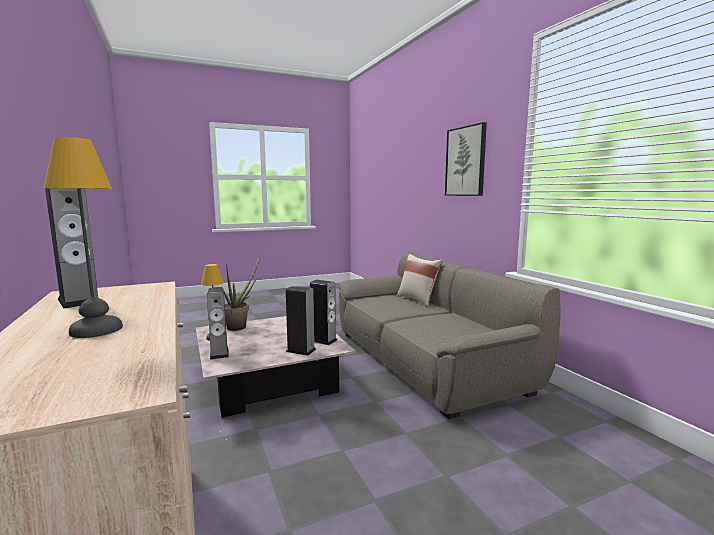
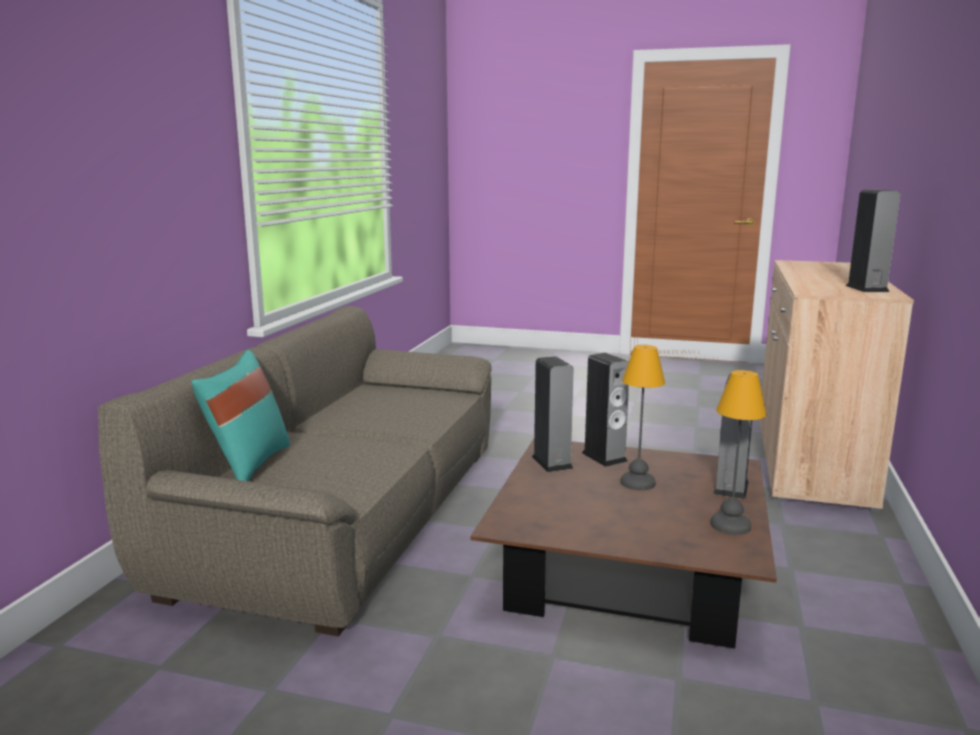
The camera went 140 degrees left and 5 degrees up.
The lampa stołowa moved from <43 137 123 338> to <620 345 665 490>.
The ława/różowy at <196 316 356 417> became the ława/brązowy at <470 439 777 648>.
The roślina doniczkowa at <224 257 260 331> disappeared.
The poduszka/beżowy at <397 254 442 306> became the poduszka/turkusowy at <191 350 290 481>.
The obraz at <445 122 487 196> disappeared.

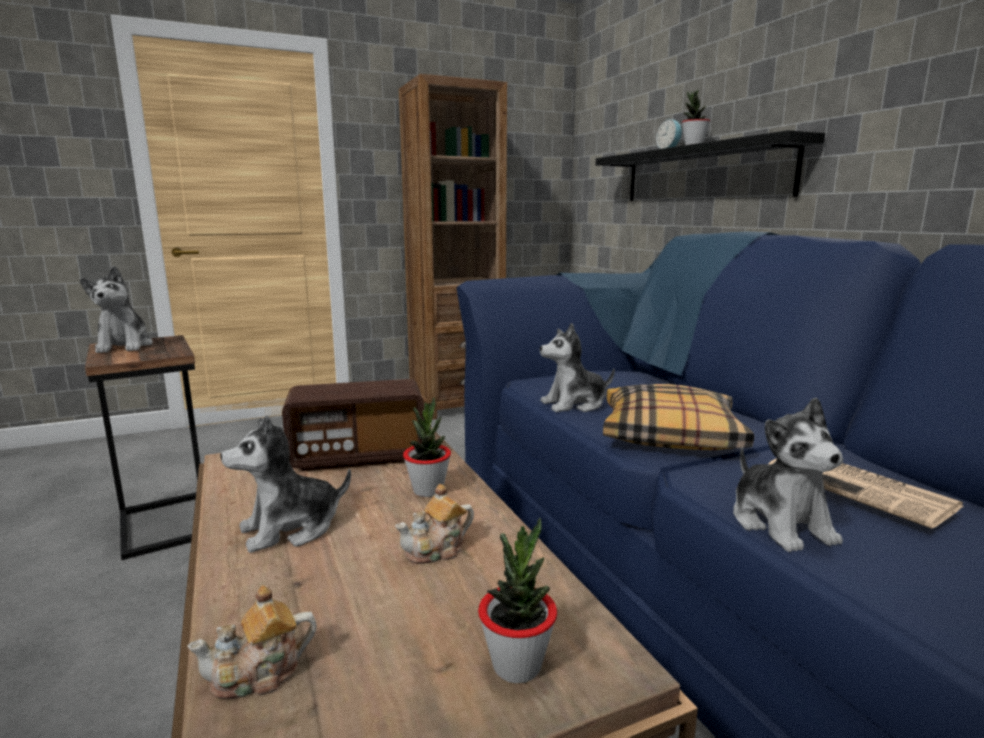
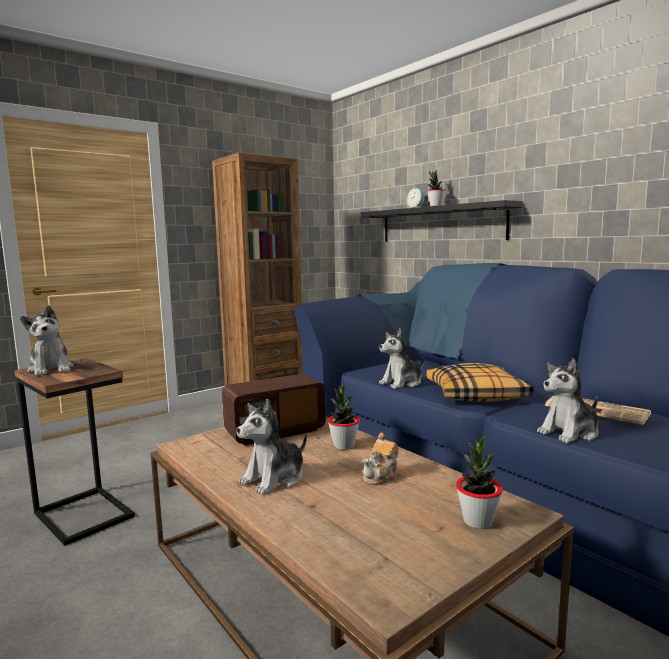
The camera went 15 degrees left and 5 degrees down.
The imbryk at <187 585 317 699> disappeared.
The pluszak at <733 397 843 552> turned 90 degrees clockwise.

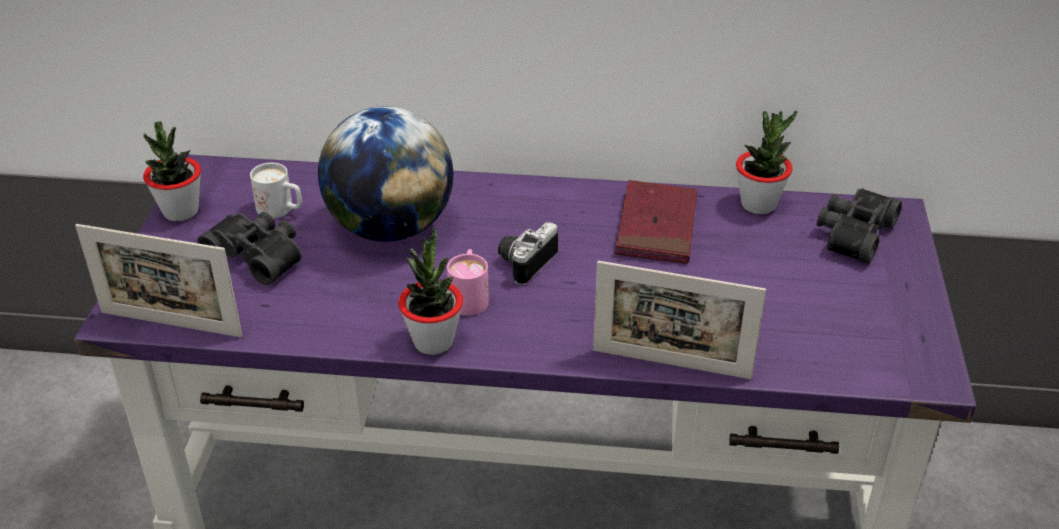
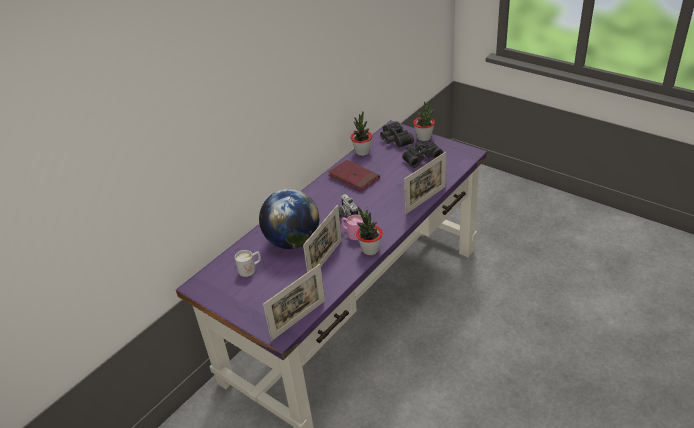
The camera went 55 degrees left and 0 degrees up.
The roślina doniczkowa moved from <143 121 201 221> to <413 101 435 141>.
The lornetka/czarny moved from <197 212 302 285> to <402 141 443 168>.
The ramka na zdjęcie at <303 205 342 272> appeared.

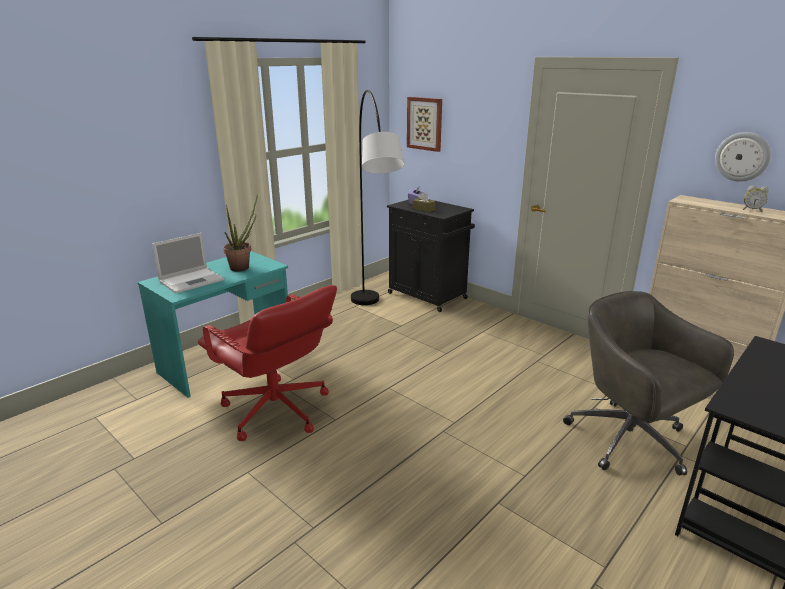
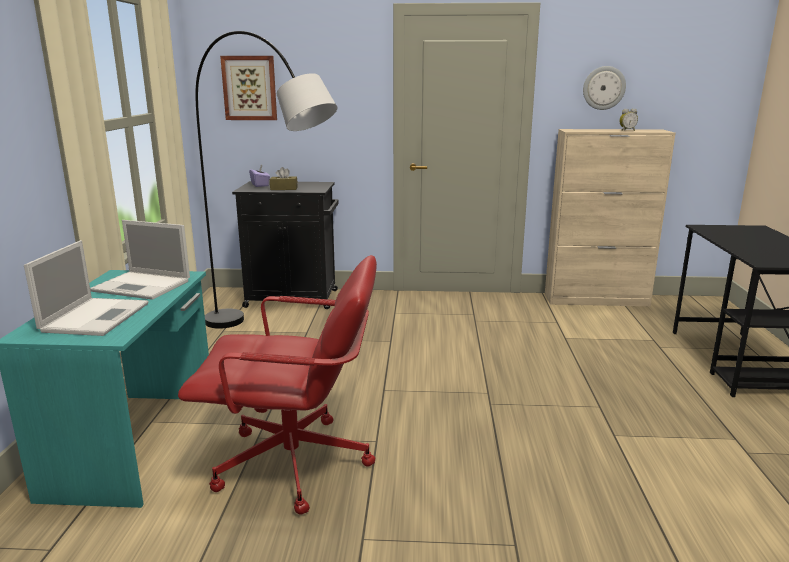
The camera went 40 degrees left and 5 degrees down.
The roślina doniczkowa at <223 194 258 272> was replaced by the laptop at <90 220 190 300>.
The krzesło biurowe/szary at <563 291 734 475> disappeared.

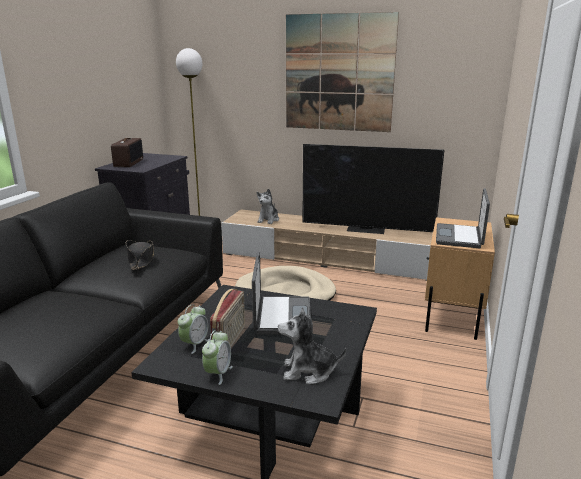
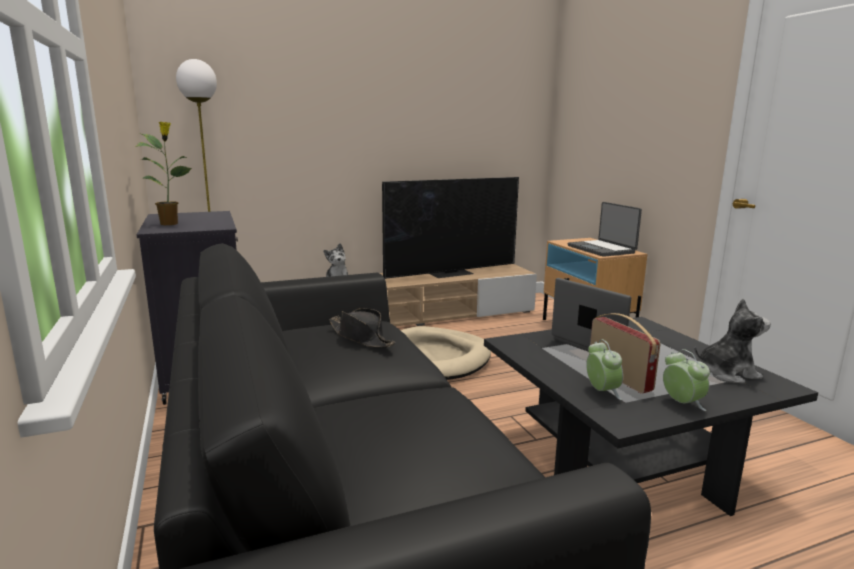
The camera went 40 degrees left and 5 degrees down.
The radio at <111 138 143 167> was replaced by the roślina doniczkowa at <136 122 192 225>.
The pluszak at <278 307 346 385> turned 150 degrees counterclockwise.
The obraz at <286 12 399 132> disappeared.

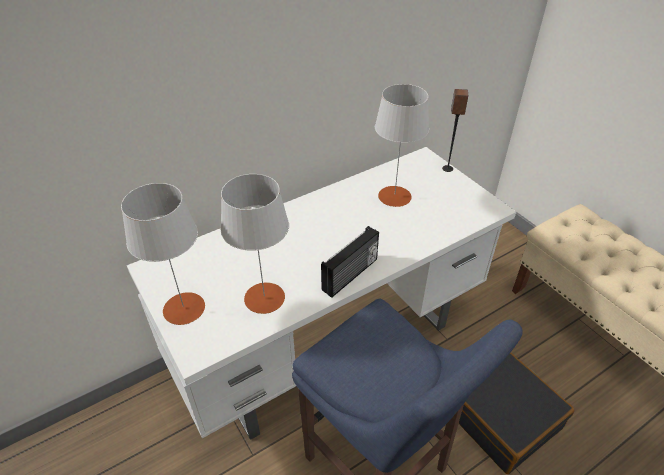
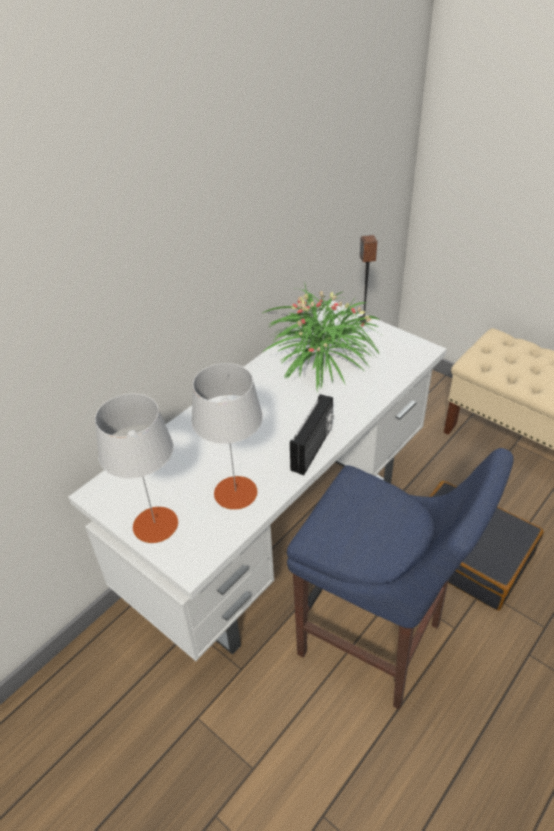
The camera went 15 degrees left and 0 degrees up.
The lampa stołowa/szary at <375 84 429 207> was replaced by the roślina doniczkowa at <263 282 384 390>.

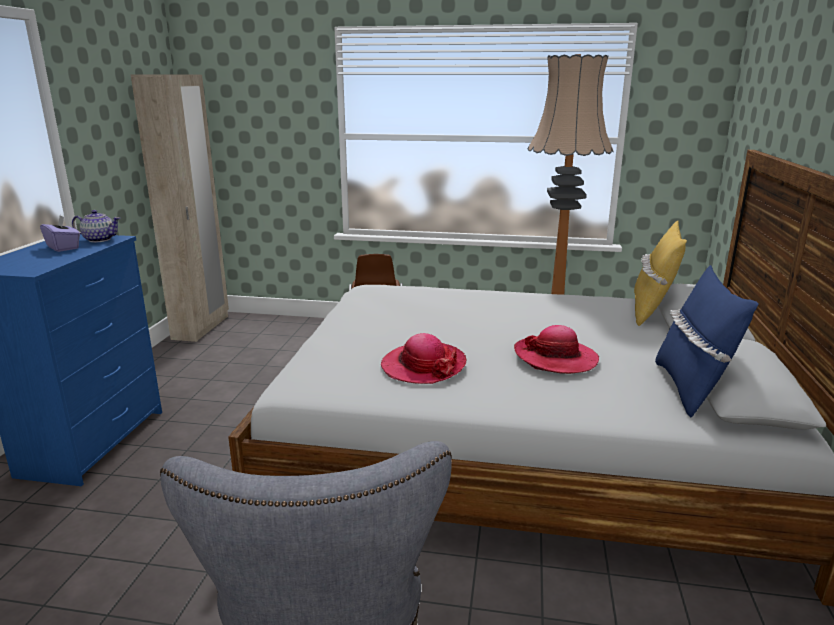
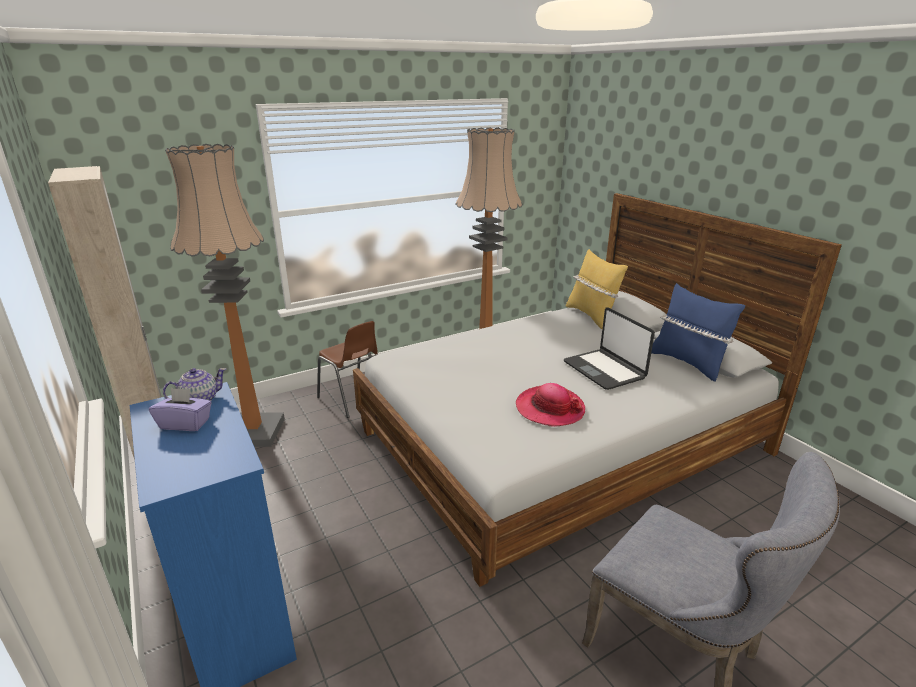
The camera went 40 degrees left and 5 degrees up.
The kapelusz at <514 325 599 374> was replaced by the laptop at <564 307 655 390>.
The lampa stojąca at <165 144 285 447> appeared.

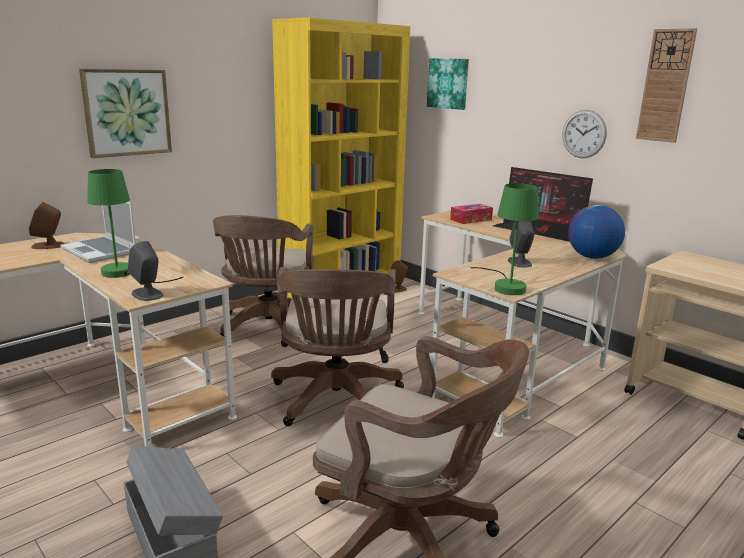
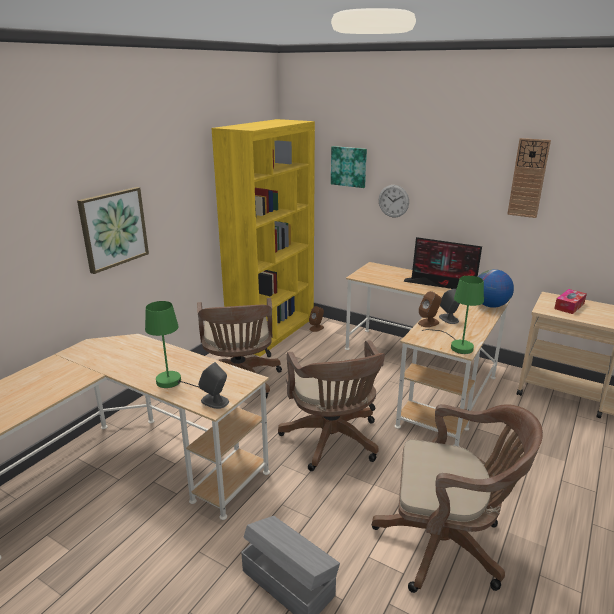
The camera went 15 degrees left and 5 degrees up.
The głośnik/brązowy moved from <29 202 64 249> to <418 291 442 327>.
The laptop at <61 202 136 263> disappeared.
The pudełko chusteczek moved from <450 204 493 224> to <554 289 587 314>.
The zegar ścienny moved from <562 110 607 158> to <379 185 409 217>.

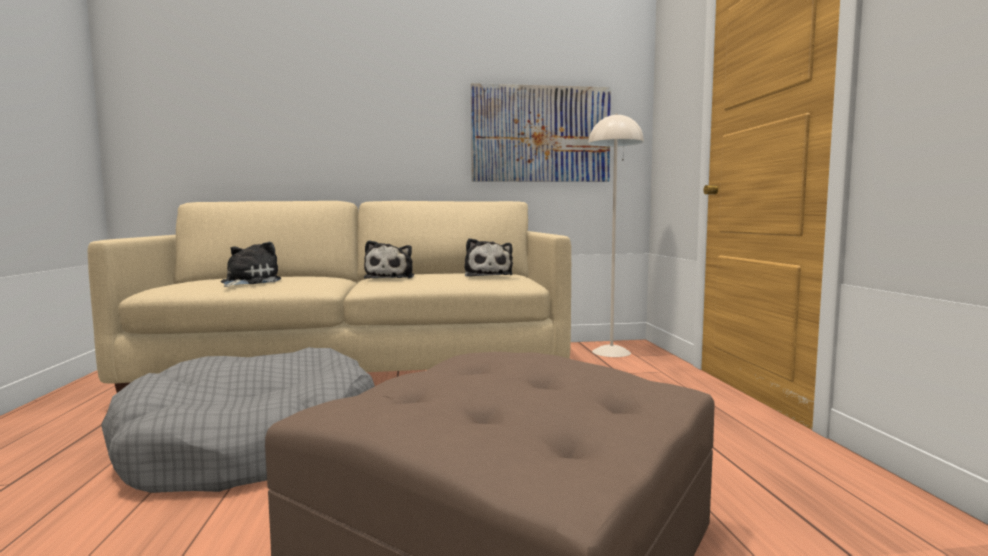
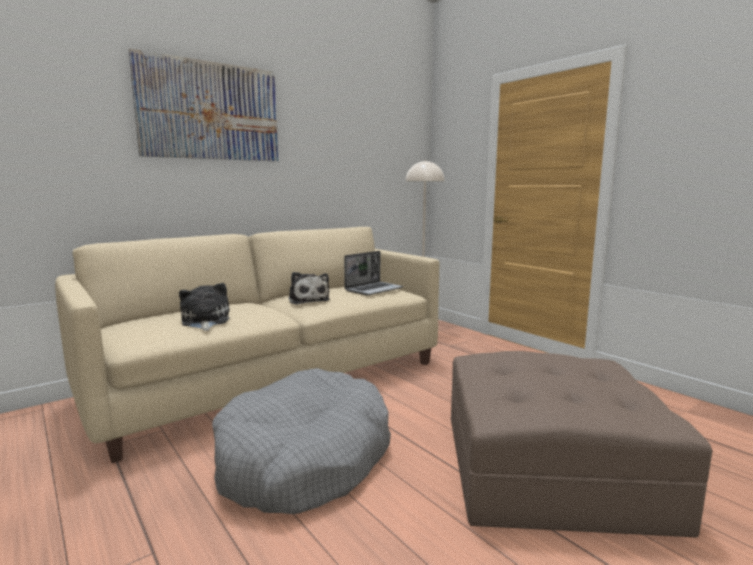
The camera went 30 degrees left and 5 degrees up.
The pluszak at <464 238 513 277> was replaced by the laptop at <344 251 404 295>.
The obraz moved from <471 83 611 182> to <129 48 278 161>.

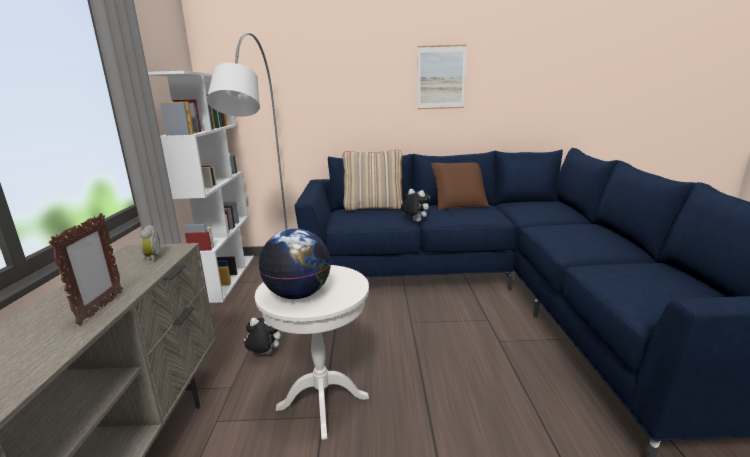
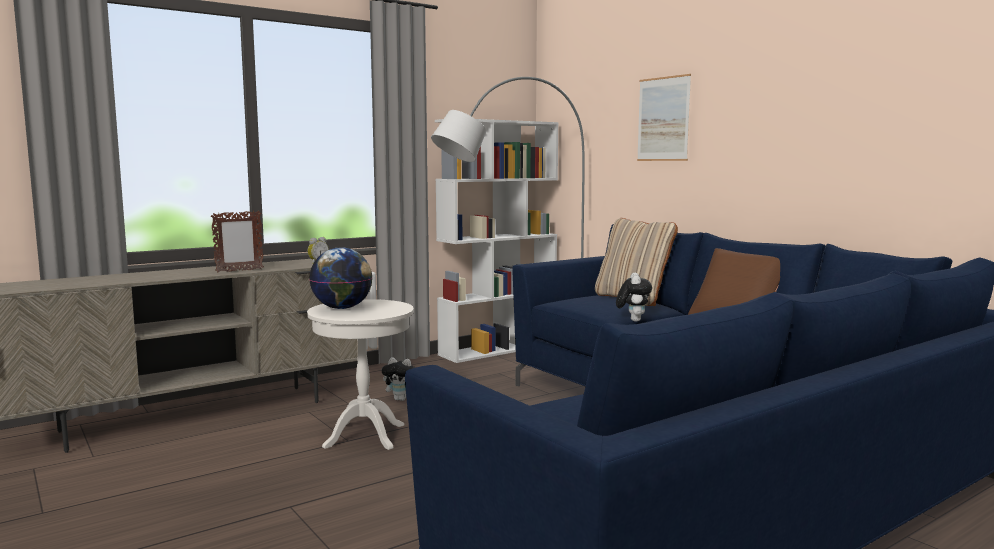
The camera went 55 degrees right and 10 degrees down.
The pluszak at <244 317 281 354> turned 135 degrees clockwise.
The obraz moved from <418 45 466 109> to <637 74 691 161>.

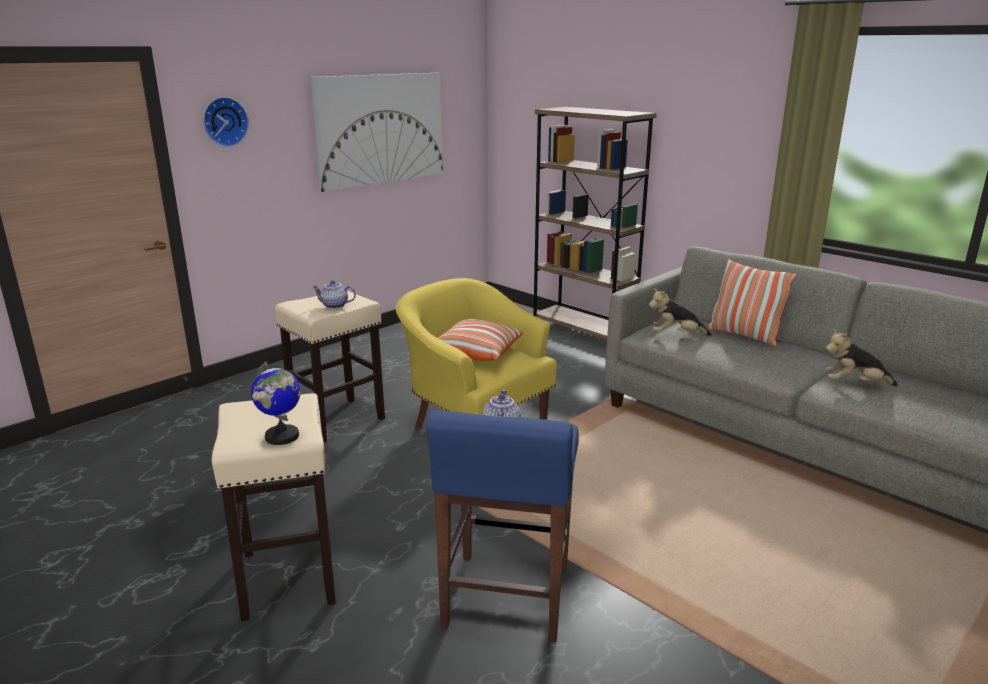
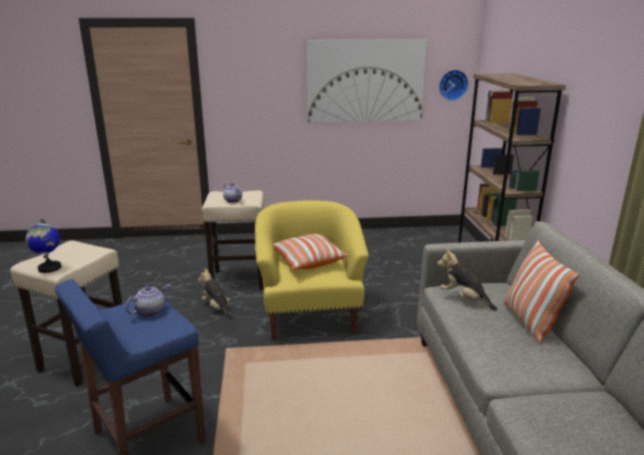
The camera went 40 degrees right and 0 degrees up.
The zegar ścienny moved from <203 97 249 147> to <439 70 469 101>.
The pluszak moved from <826 329 898 386> to <198 268 234 318>.

